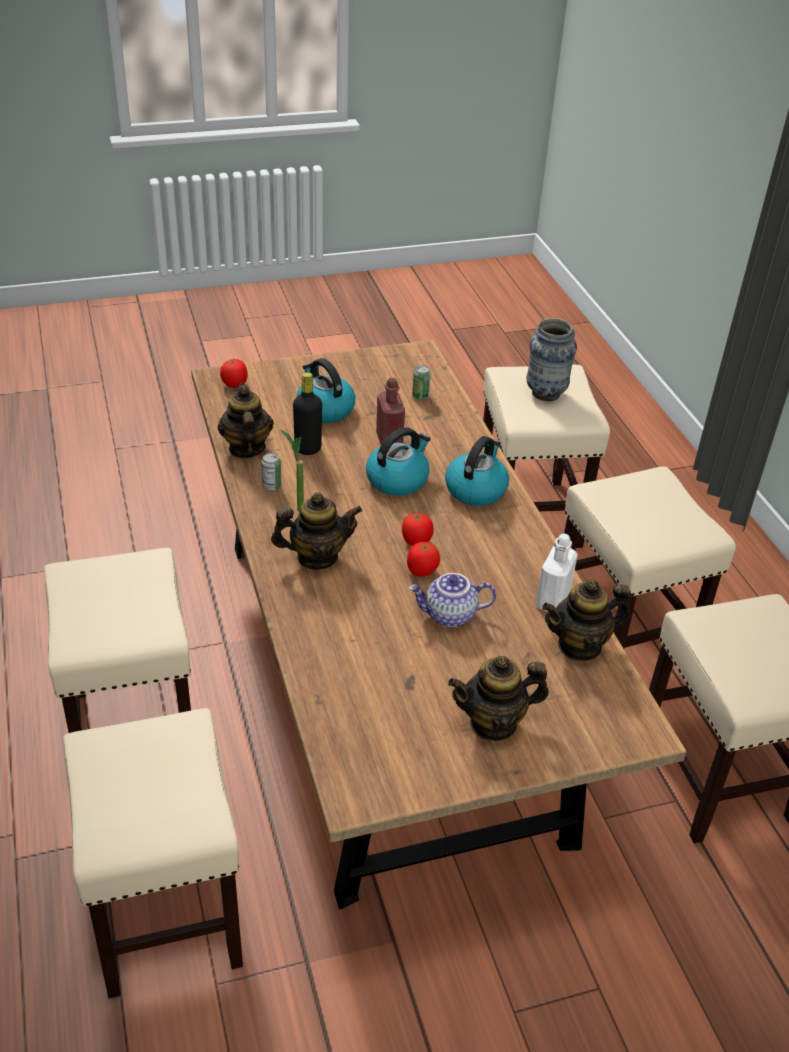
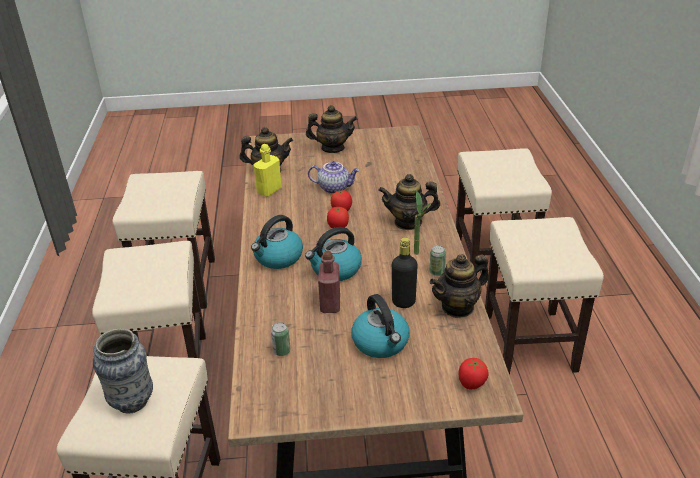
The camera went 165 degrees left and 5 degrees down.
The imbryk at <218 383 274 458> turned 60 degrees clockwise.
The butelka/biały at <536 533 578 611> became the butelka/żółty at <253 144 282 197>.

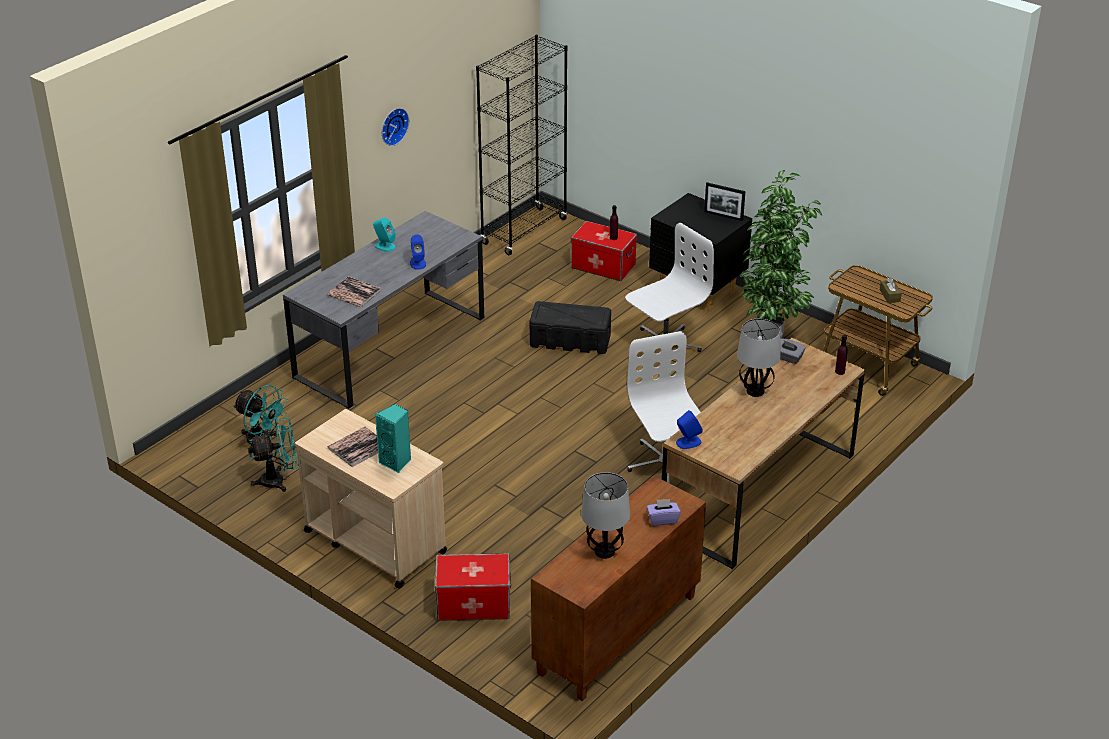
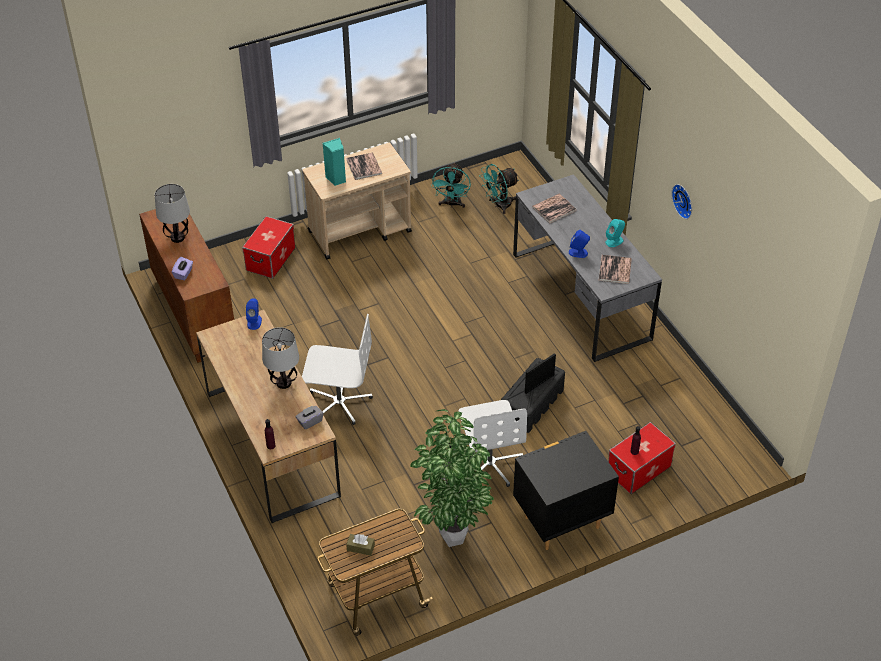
The camera went 115 degrees right and 10 degrees up.
The regał/czarny at <476 35 568 255> disappeared.
The ramka na zdjęcie moved from <704 182 745 221> to <525 353 556 394>.
The książka at <598 255 632 284> appeared.

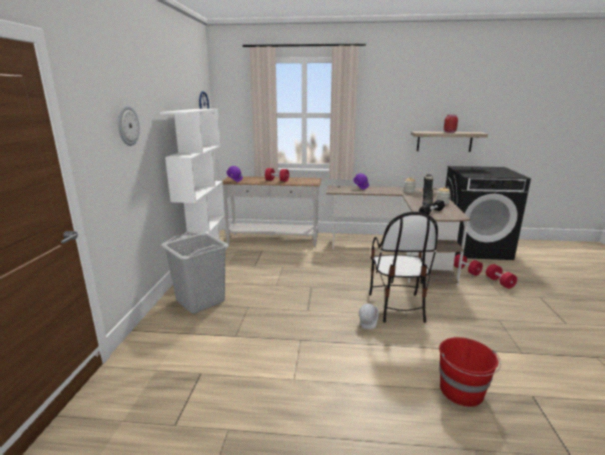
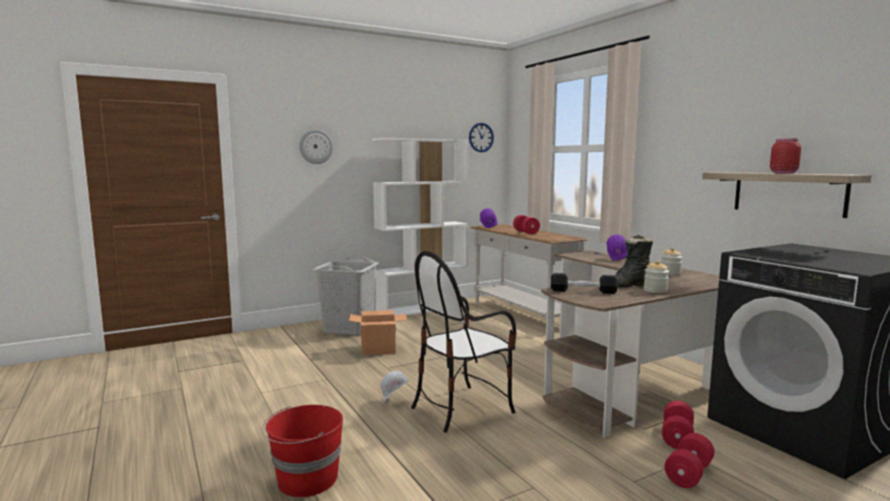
The camera went 55 degrees right and 10 degrees down.
The karton at <349 310 407 355> appeared.

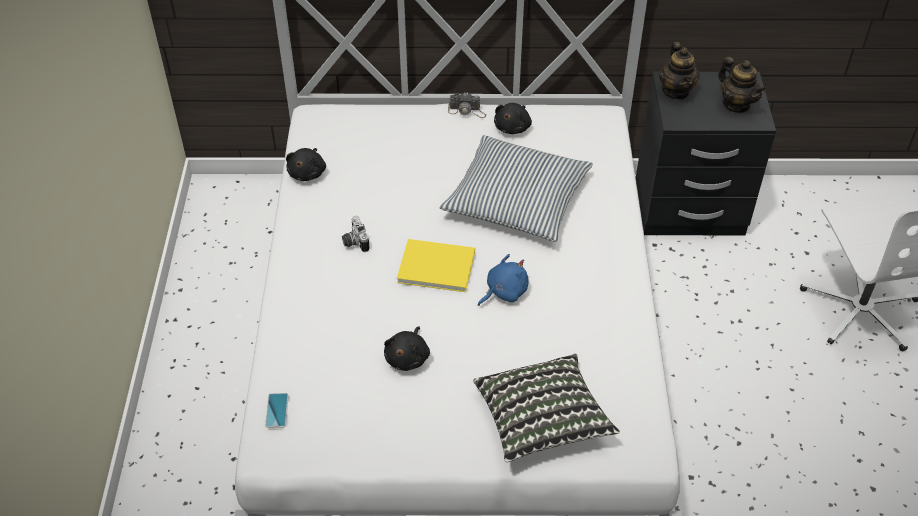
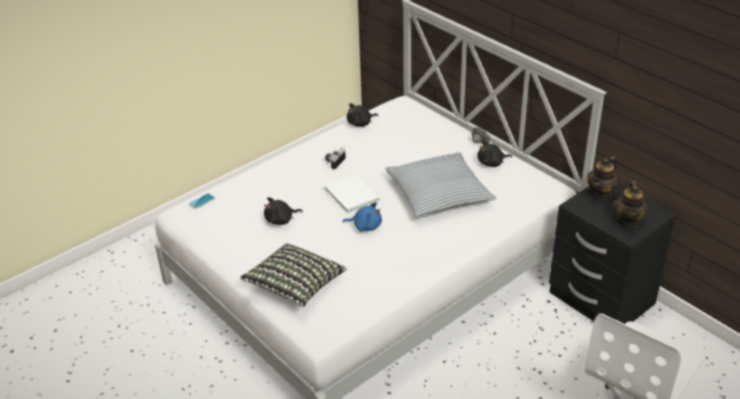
The camera went 50 degrees right and 10 degrees down.
The książka/żółty at <397 239 475 292> became the książka/biały at <324 174 380 214>.

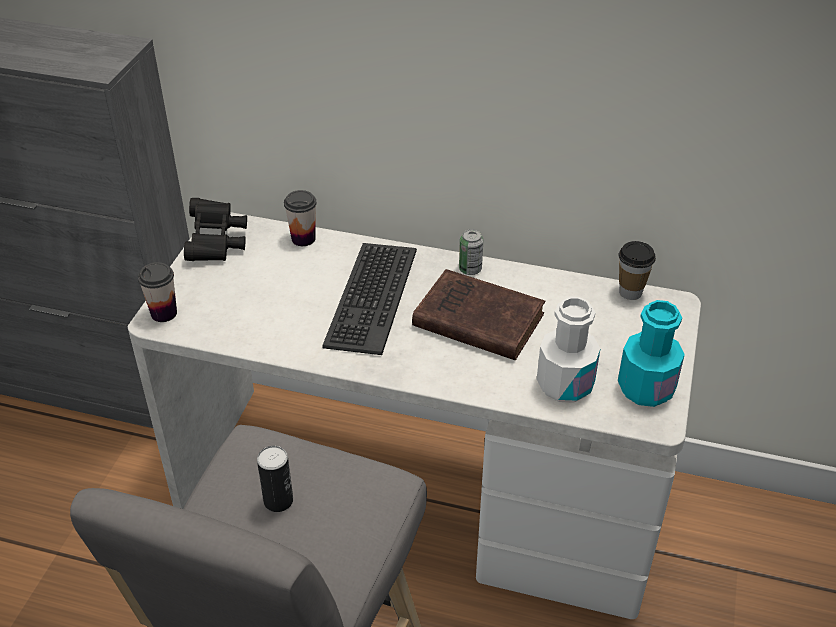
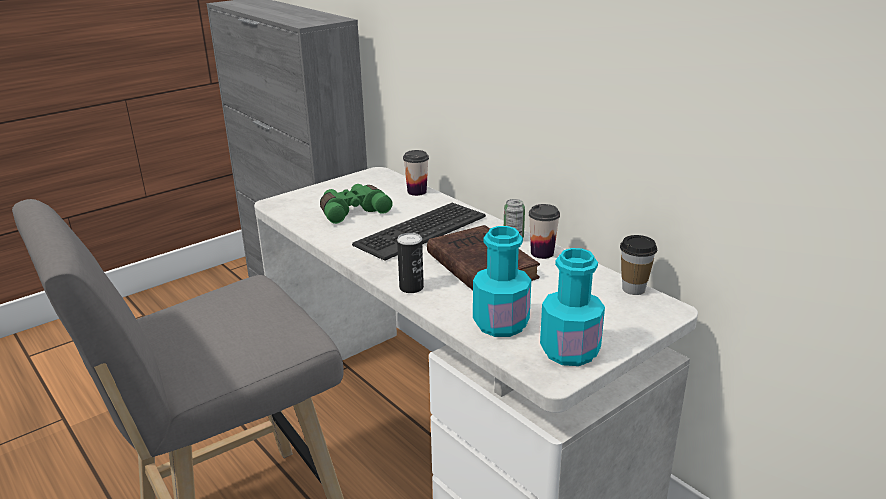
The camera went 35 degrees right and 15 degrees down.
The filiżanka moved from <138 262 177 322> to <529 204 560 259>.
The lornetka/czarny at <184 198 247 261> disappeared.
The puszka moved from <257 446 293 512> to <397 233 424 293>.
The butelka/biały at <537 297 600 403> became the butelka/turkusowy at <473 226 531 337>.
The lornetka/zielony at <320 184 393 224> appeared.

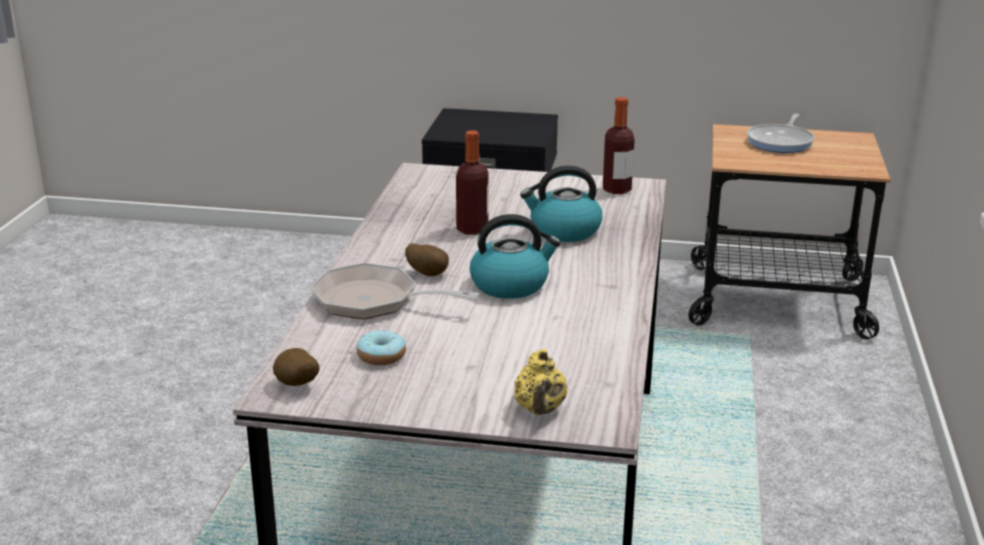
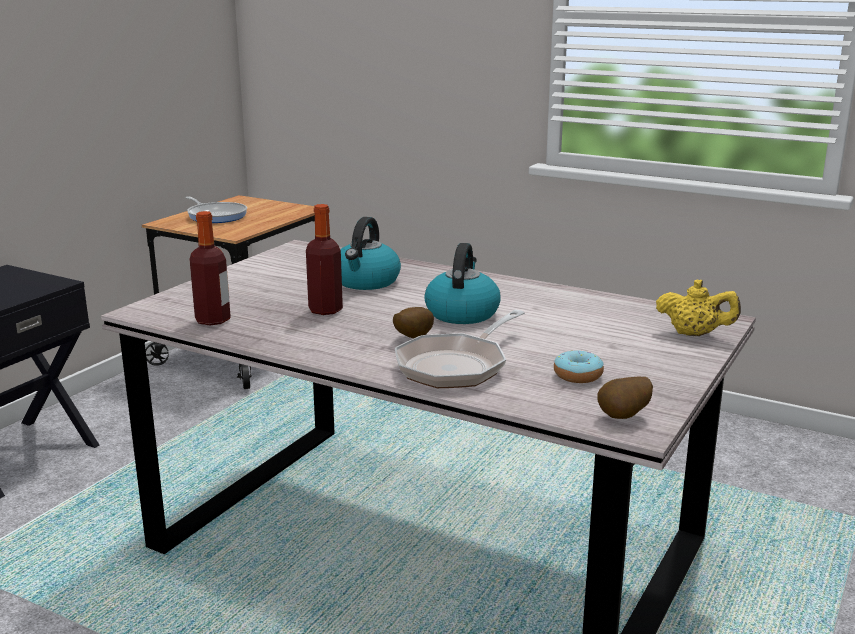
The camera went 70 degrees left and 5 degrees down.
The butelka moved from <603 97 635 194> to <189 211 231 325>.

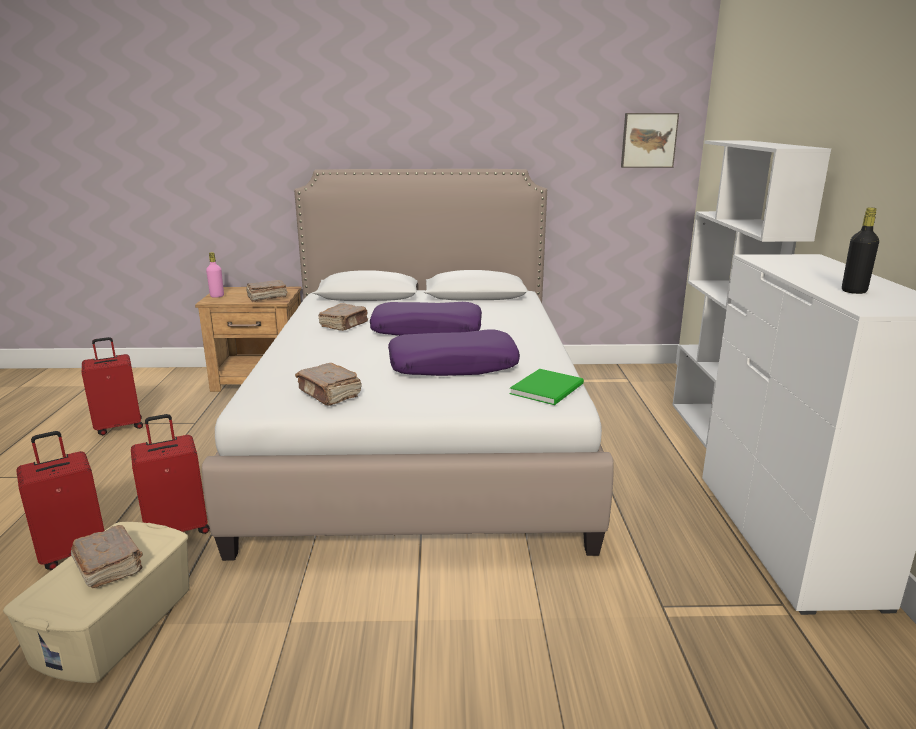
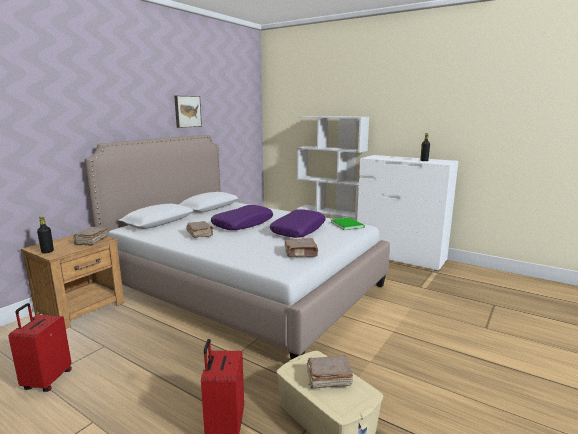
The camera went 55 degrees left and 5 degrees down.
The walizka/czerwony at <131 414 210 534> disappeared.
The butelka/różowy at <206 252 224 298> became the butelka/czarny at <37 216 54 253>.
The obraz moved from <621 113 679 168> to <174 96 202 128>.

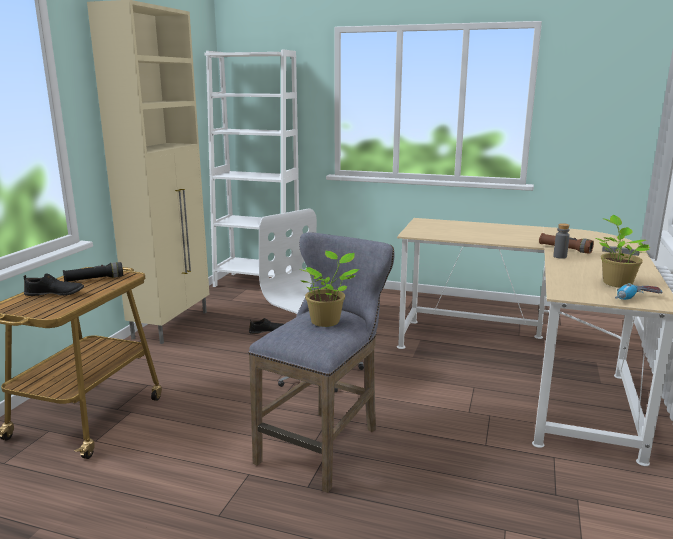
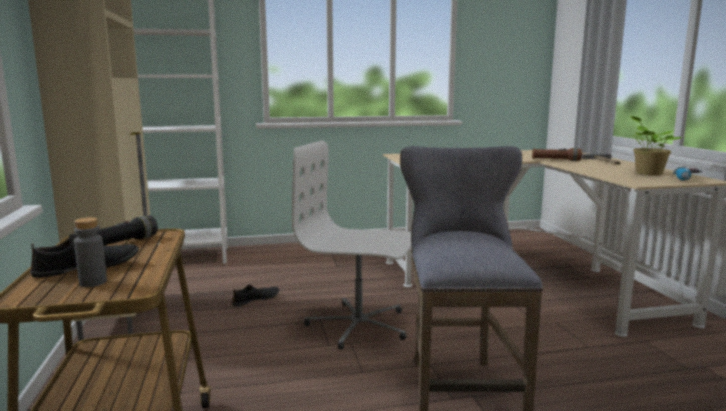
The camera went 30 degrees left and 5 degrees down.
The roślina doniczkowa at <299 251 360 327> disappeared.
The butelka/szary moved from <553 223 570 259> to <74 217 107 287>.

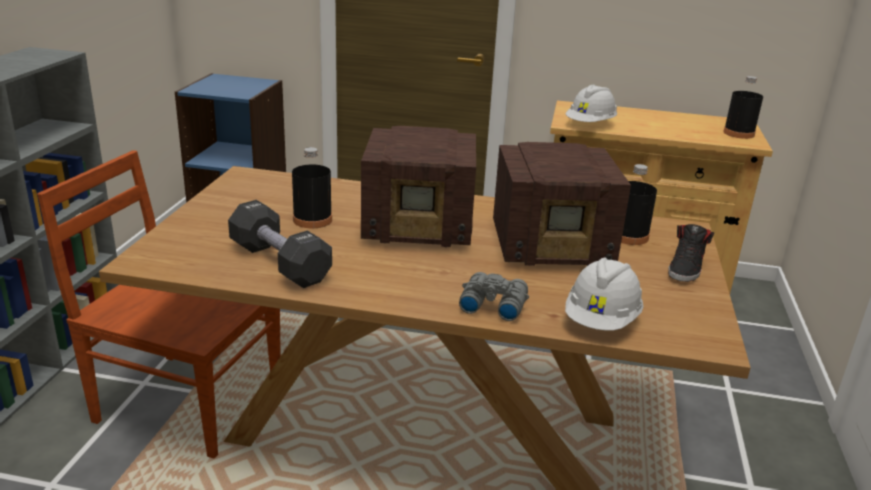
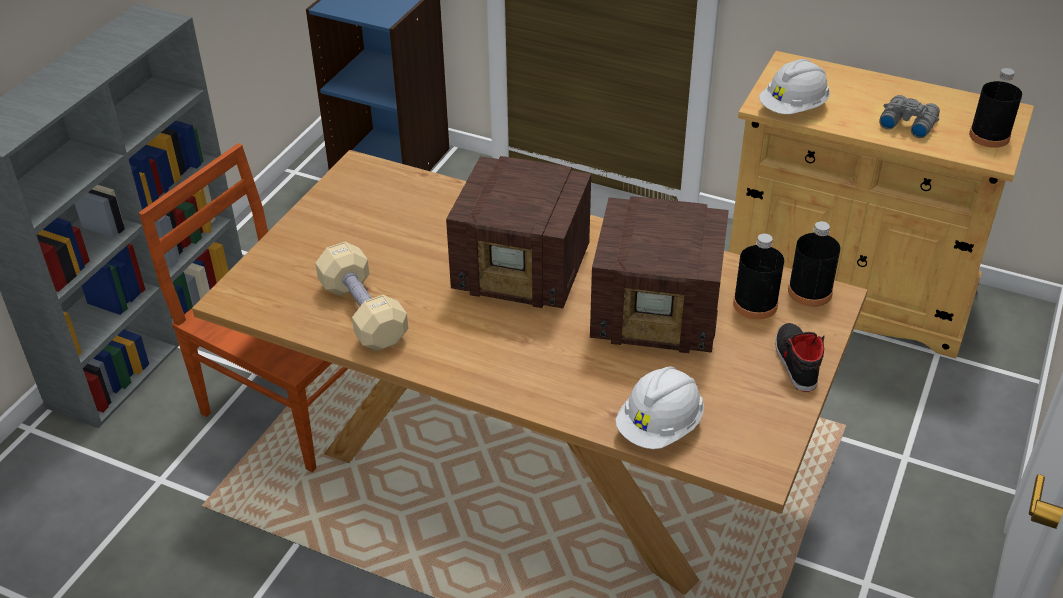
The camera went 15 degrees right and 15 degrees up.
The hantel/czarny at <228 200 332 288> became the hantel/beżowy at <315 242 408 351>.
The butelka/czarny moved from <292 147 332 228> to <788 221 840 307>.
The lornetka/szary moved from <459 272 529 321> to <879 95 940 138>.
The but/czarny at <668 224 714 282> turned 135 degrees clockwise.

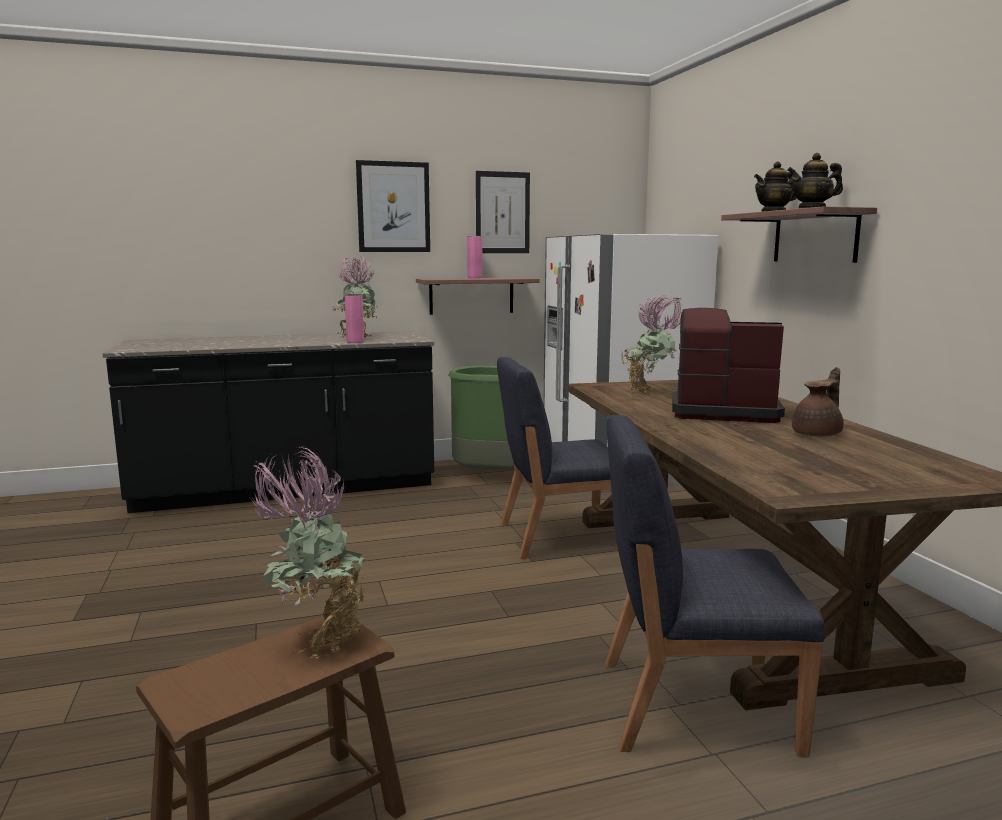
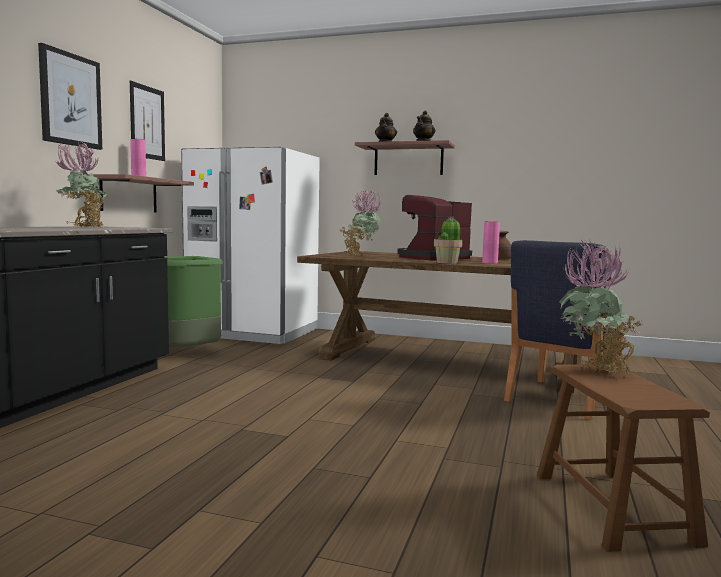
The camera went 55 degrees left and 5 degrees down.
The wazon/różowy moved from <345 294 364 343> to <482 222 500 264>.
The krzesło/niebieski at <497 357 611 559> disappeared.
The roślina doniczkowa at <434 216 462 264> appeared.

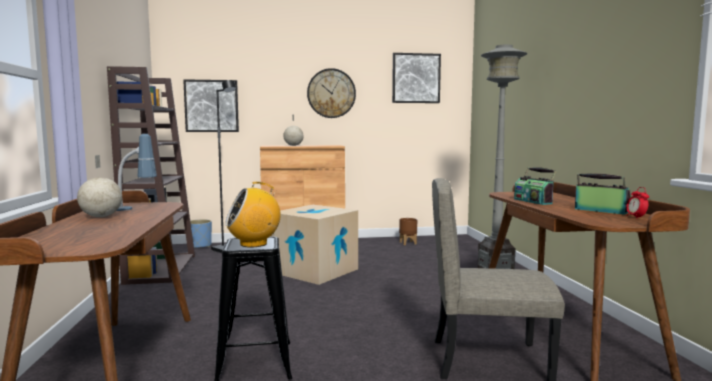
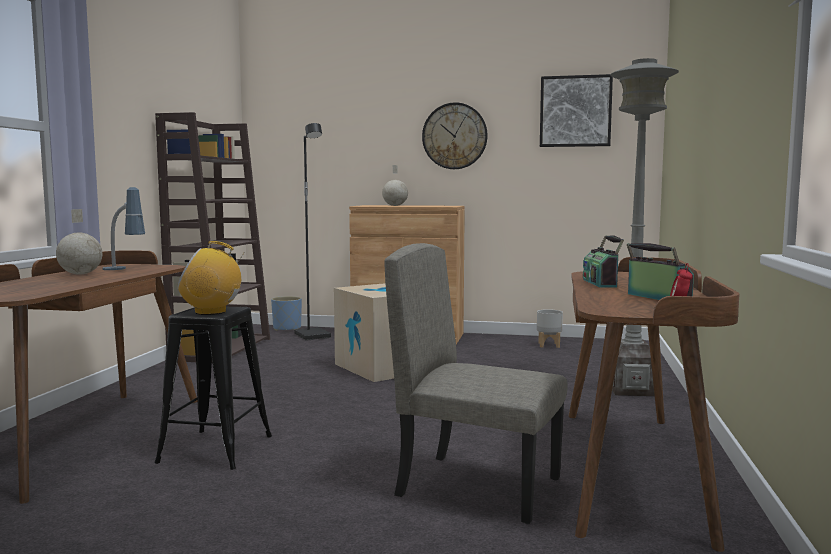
The camera went 20 degrees right and 0 degrees up.
The obraz at <183 79 239 132> disappeared.
The donica/brązowy at <399 218 417 245> became the donica/szary at <537 309 563 348>.

